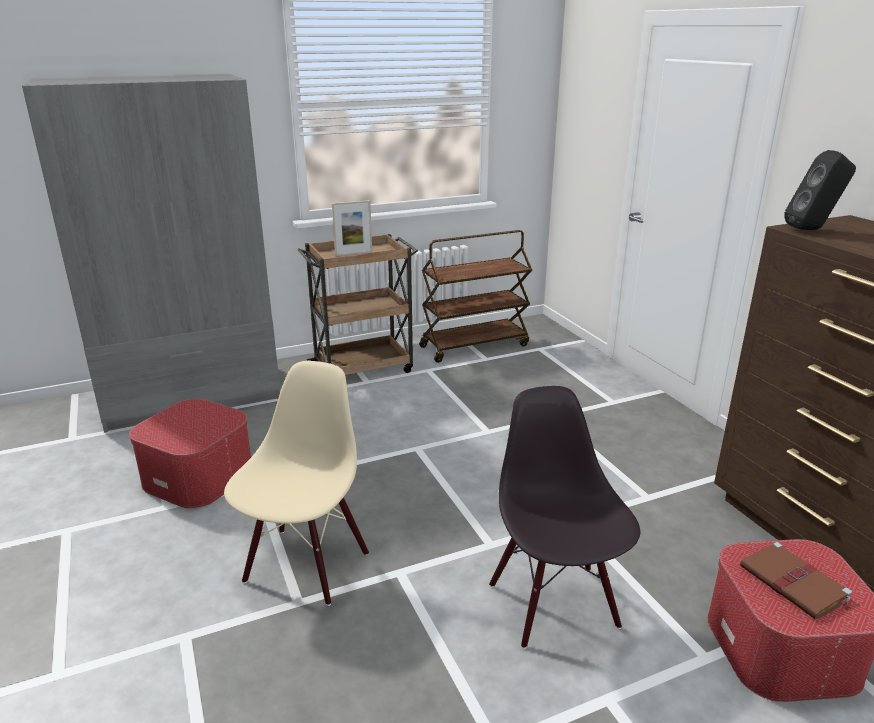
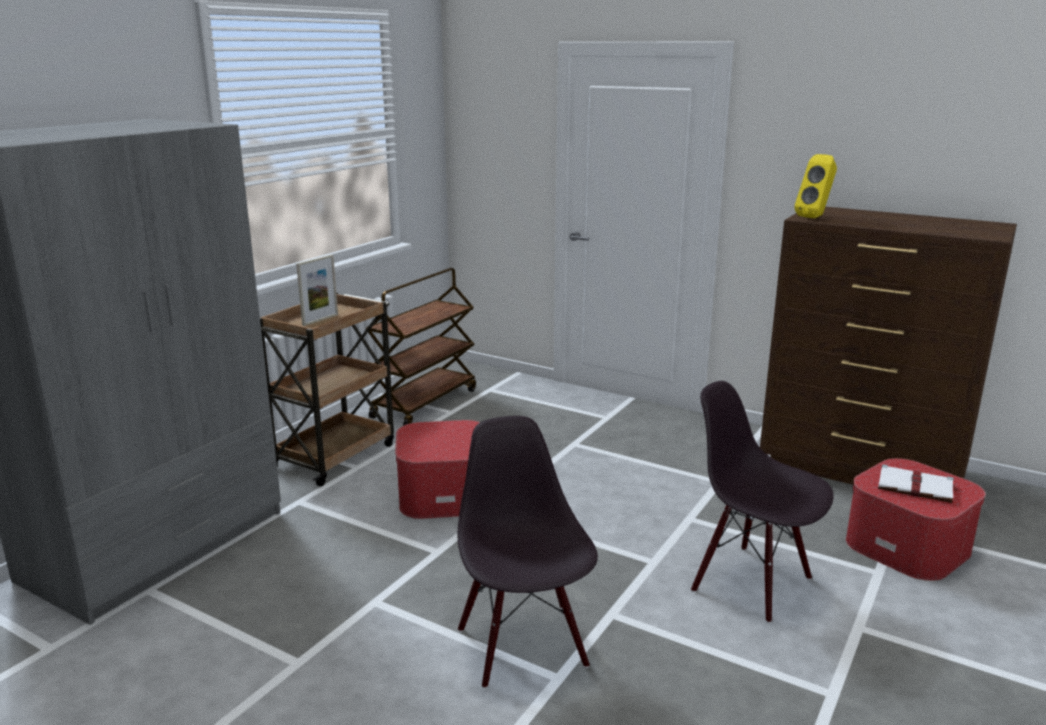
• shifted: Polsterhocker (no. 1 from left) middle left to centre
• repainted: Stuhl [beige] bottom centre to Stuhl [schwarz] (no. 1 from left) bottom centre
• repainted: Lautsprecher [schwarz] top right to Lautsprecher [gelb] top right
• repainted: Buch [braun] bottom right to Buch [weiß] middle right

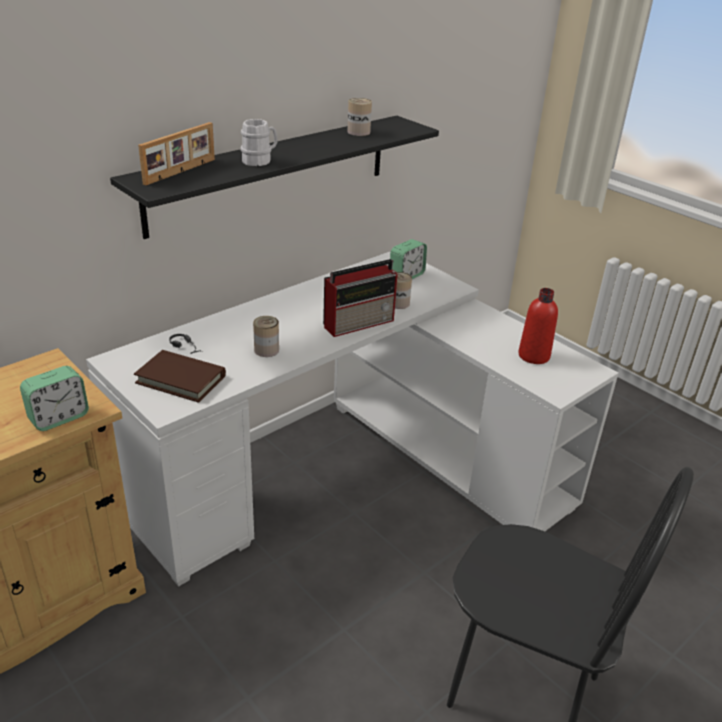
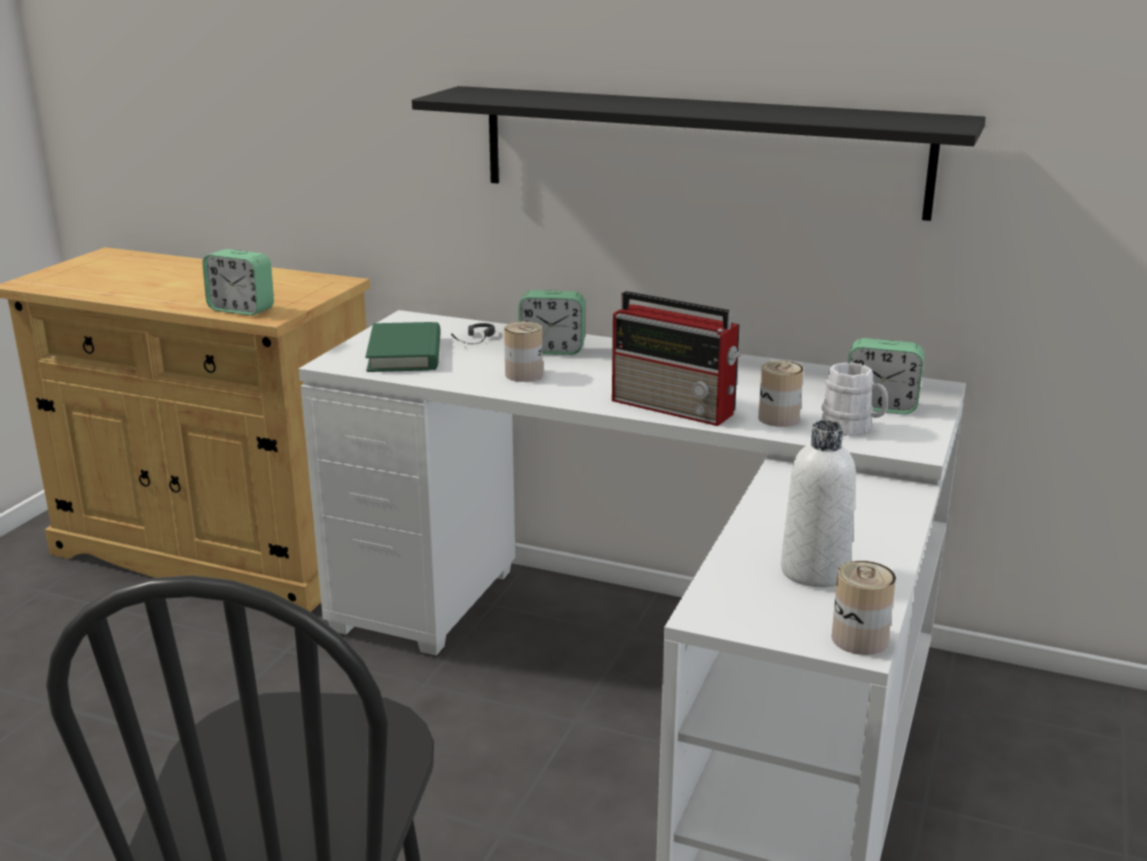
• repainted: Buch [braun] middle left to Buch [grün] centre
• new: Wecker (no. 2 from left) centre
• repainted: Flasche [rot] middle right to Flasche [weiß] middle right
• shifted: Henkelbecher [weiß] top centre to middle right
• shifted: Dose (no. 2 from left in the first image) top centre to Dose (no. 3 from left) bottom right
• gone: Bilderrahmen top left

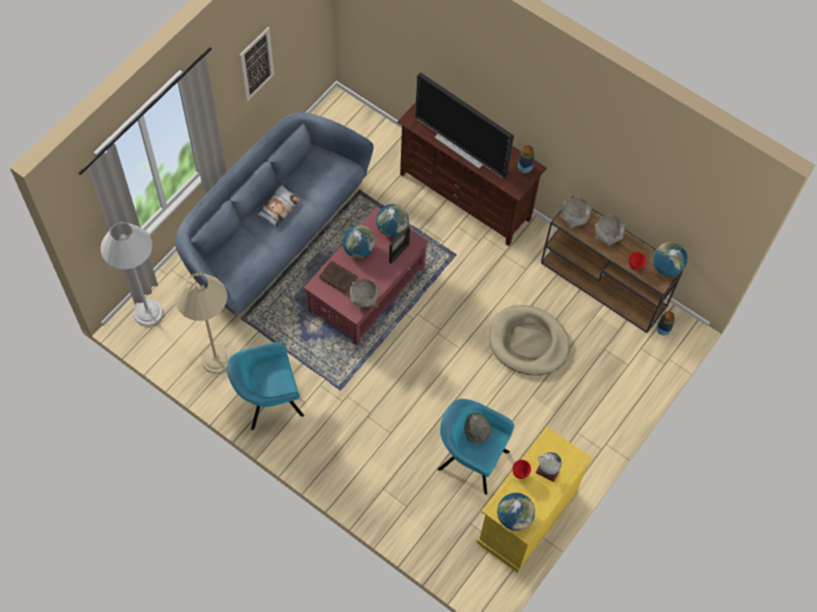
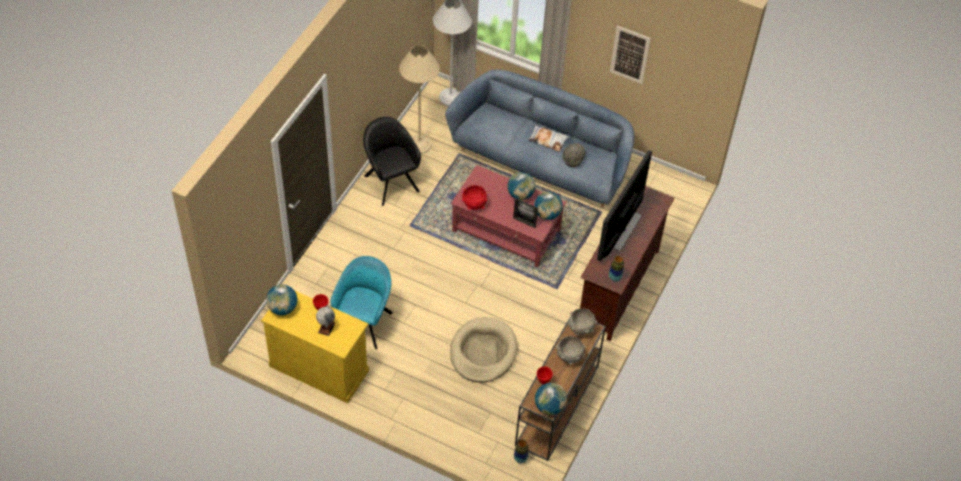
• repainted: Sessel [türkis] (no. 1 from left) middle left to Sessel [schwarz] centre
• repainted: Schüssel [grau] (no. 1 from left) centre to Schüssel [rot] (no. 2 from left) centre
• shifted: Hut [grau] bottom centre to top centre
• gone: Buch [braun] centre

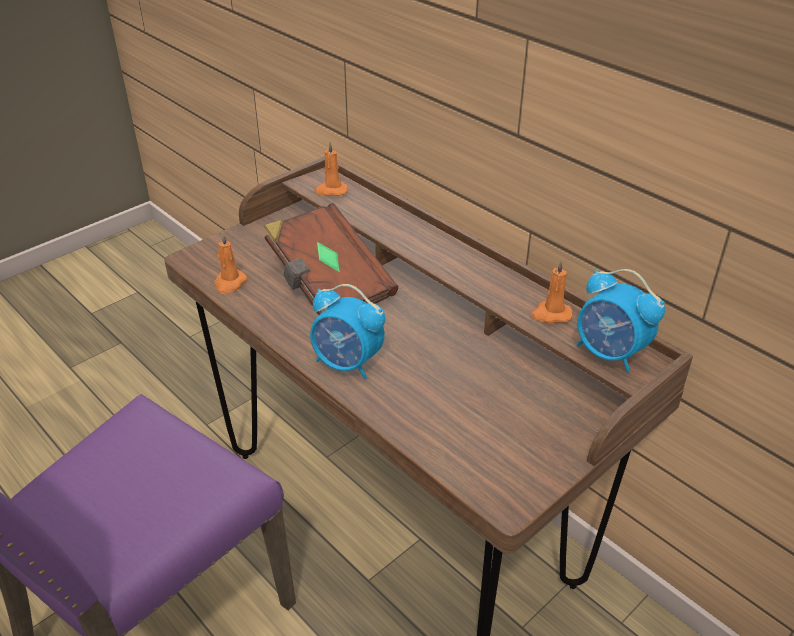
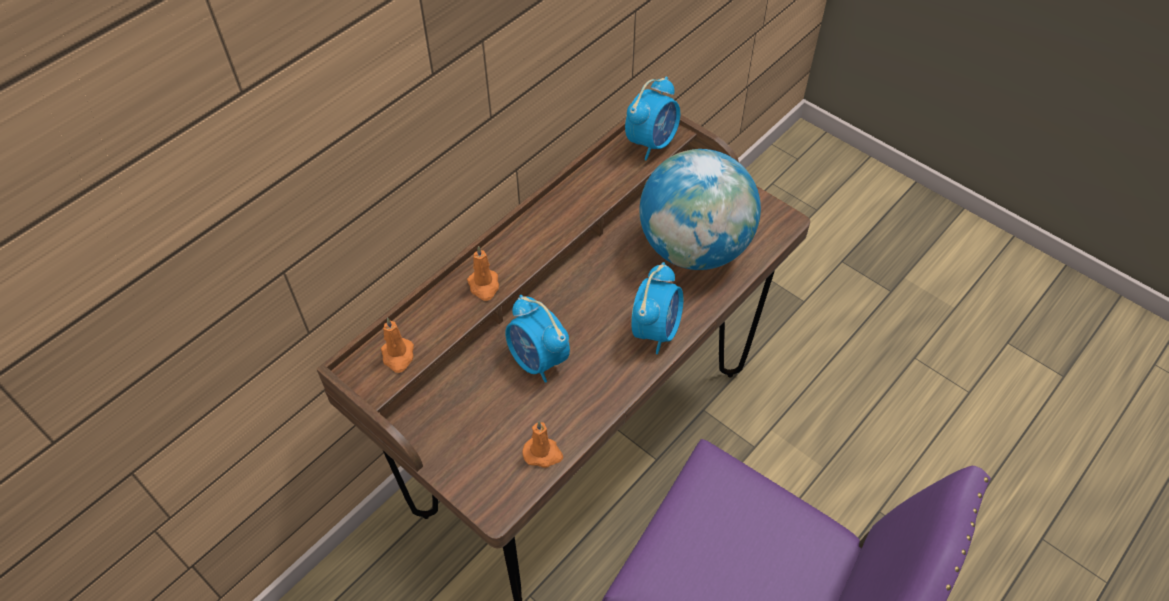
• shifted: Kerze [orange] (no. 3 from left in the first image) middle right to Kerze [orange] (no. 2 from left) centre
• swapped: Buch [braun] centre to Wecker (no. 1 from left) centre
• new: Globus centre

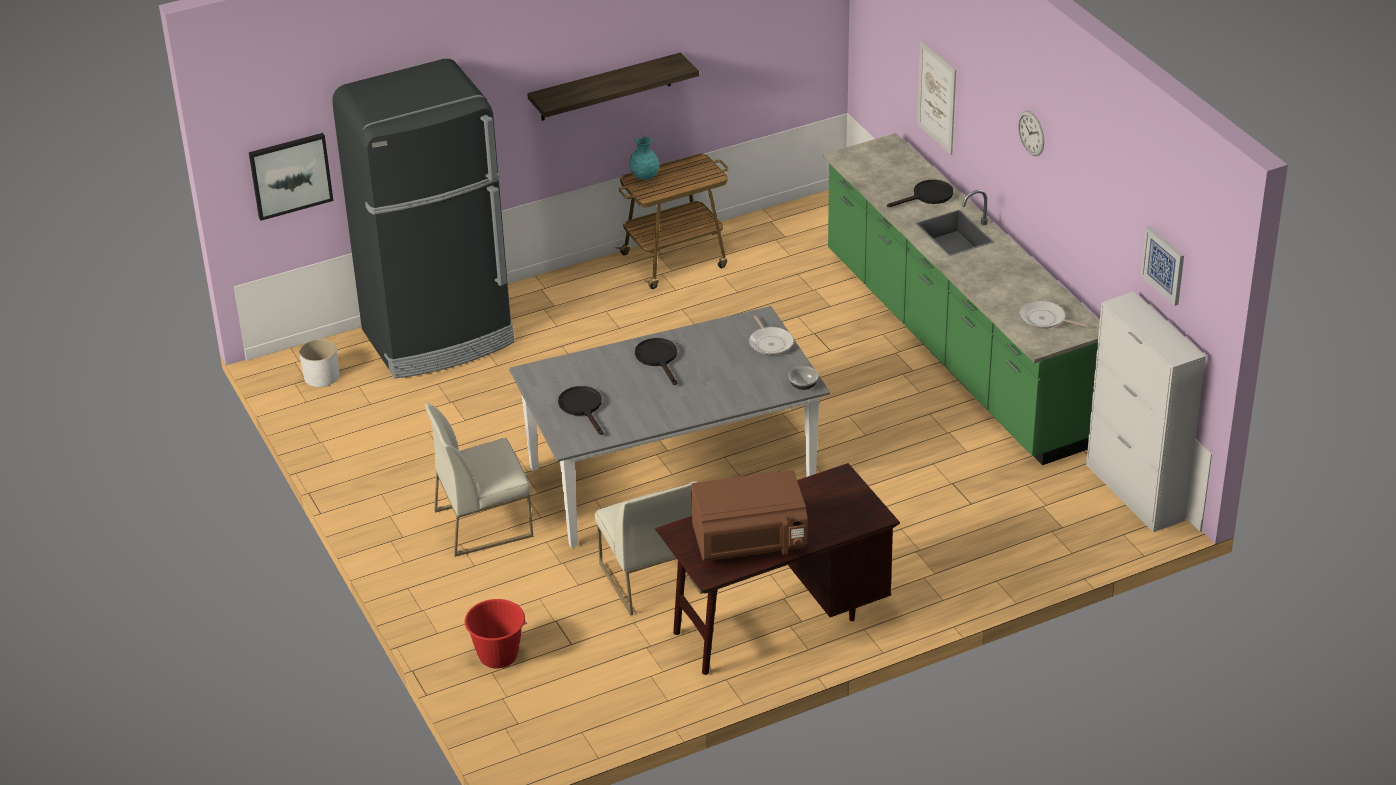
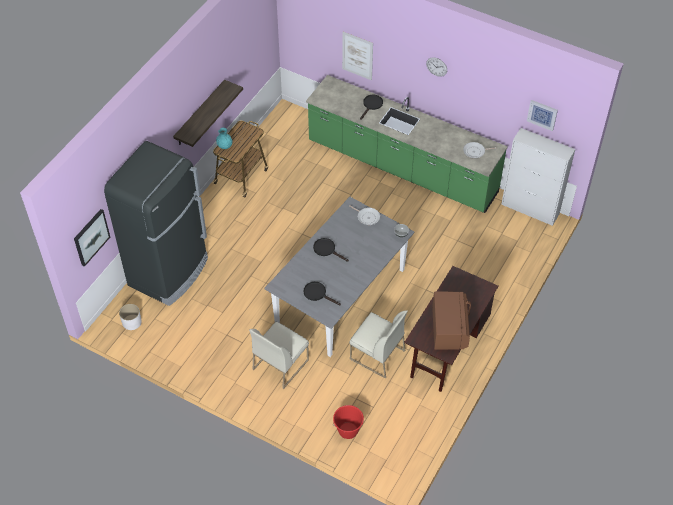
• rotated: Mikrowelle [braun] centre = middle right 45 degrees counterclockwise

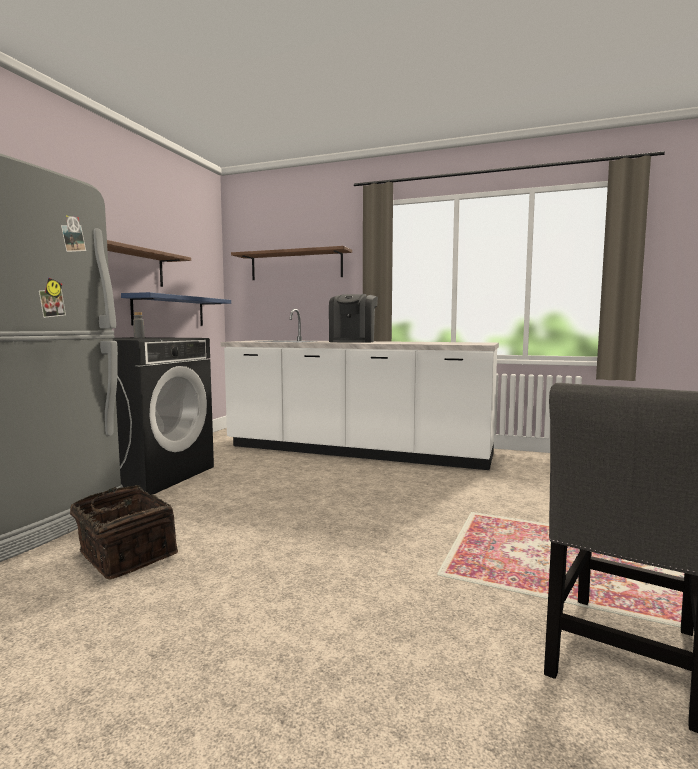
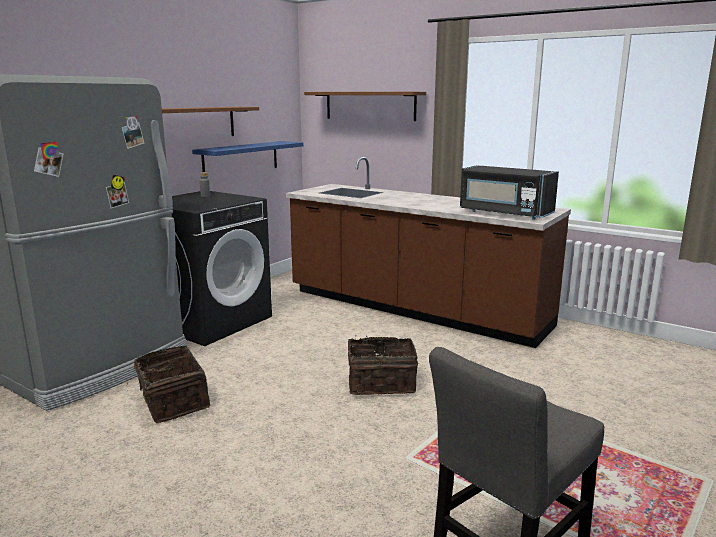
• repainted: Küchenzeile [weiß] centre to Küchenzeile [braun] centre
• new: Korb (no. 2 from left) bottom centre
• new: Mikrowelle [schwarz] middle right
• gone: Kaffeemaschine centre

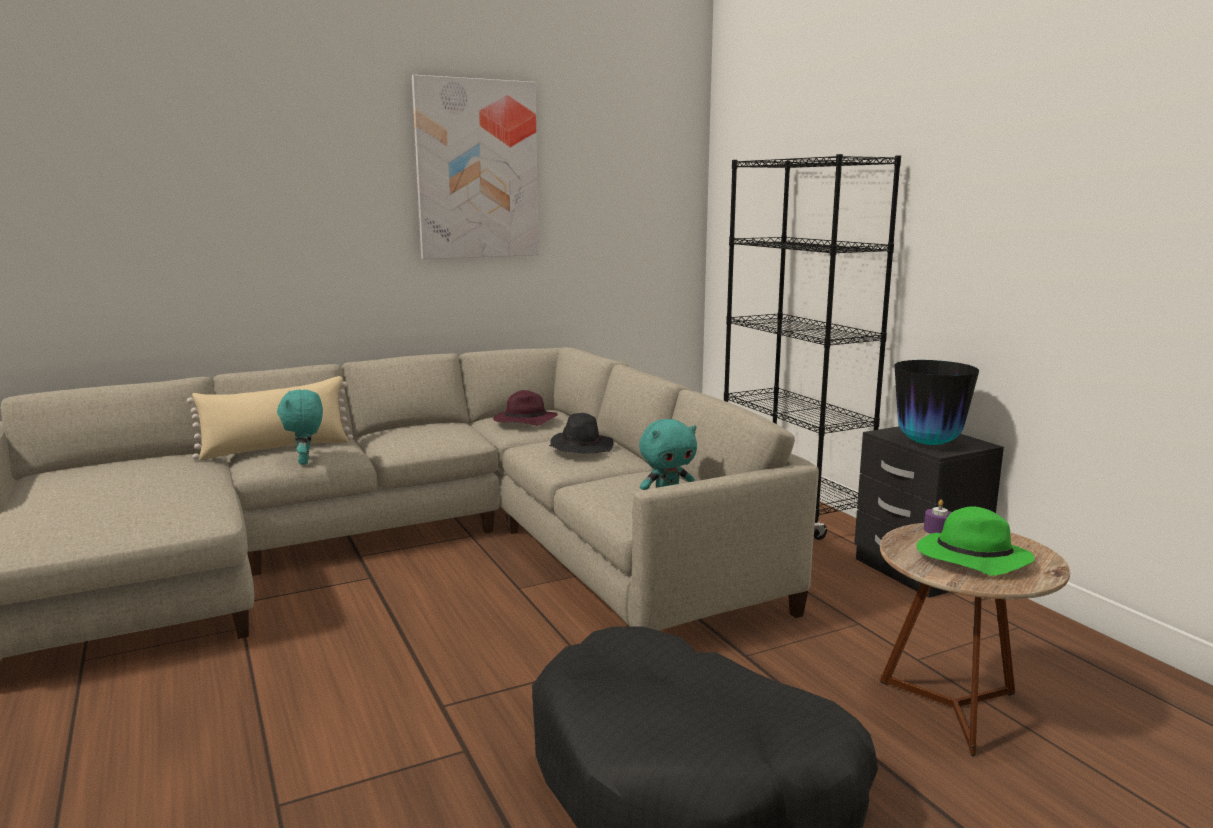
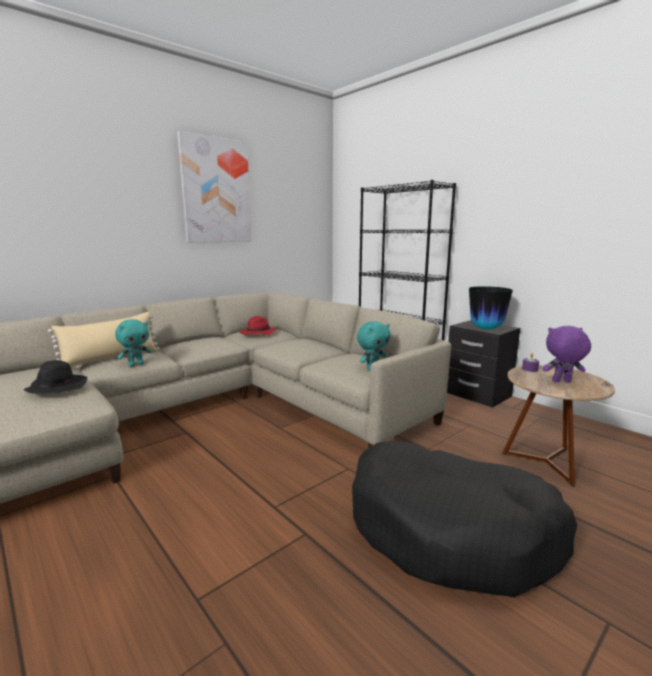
• shifted: Hut [schwarz] centre to middle left
• rotated: Plüschtier [türkis] (no. 1 from left) middle left = middle left 105 degrees counterclockwise
• repainted: Hut [lila] centre to Hut [rot] centre
• swapped: Hut [grün] middle right to Plüschtier [lila] middle right

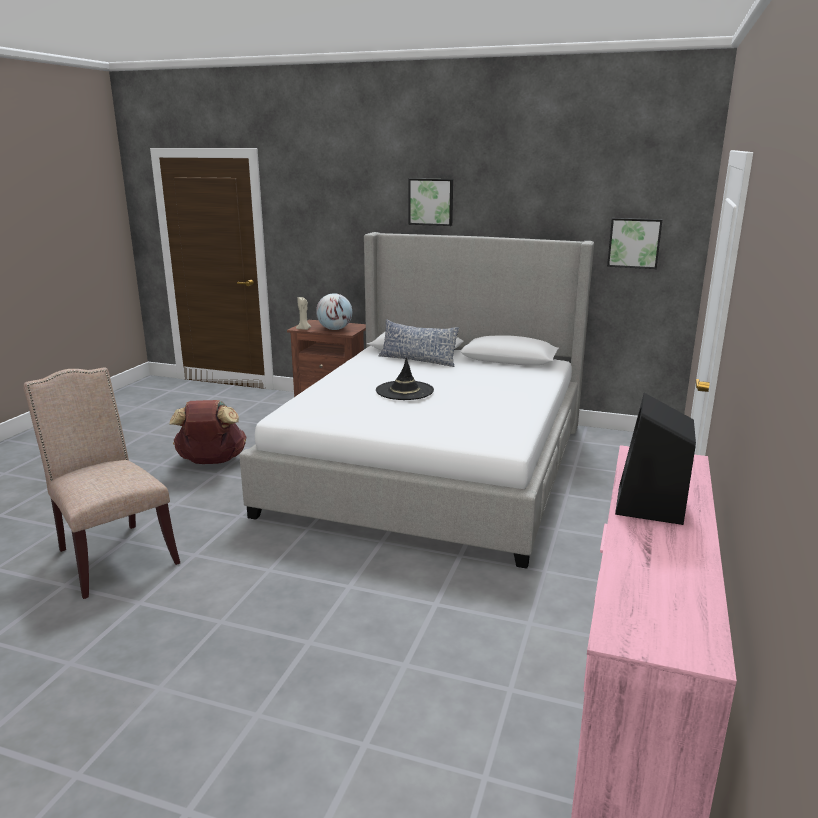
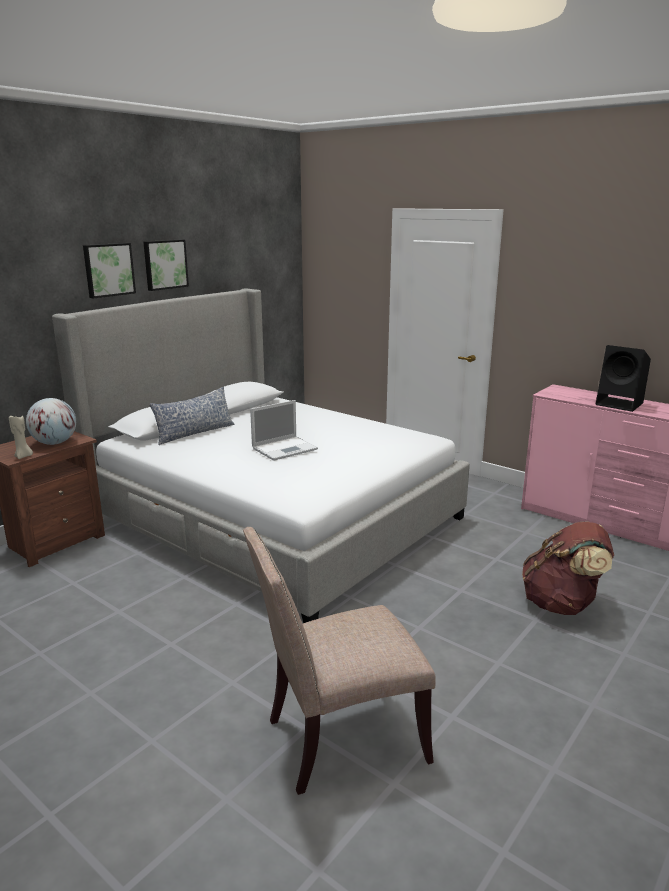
• shifted: Bild (no. 2 from left) top right to top left
• swapped: Hut [schwarz] centre to Laptop centre
• shifted: Rucksack [braun] middle left to middle right

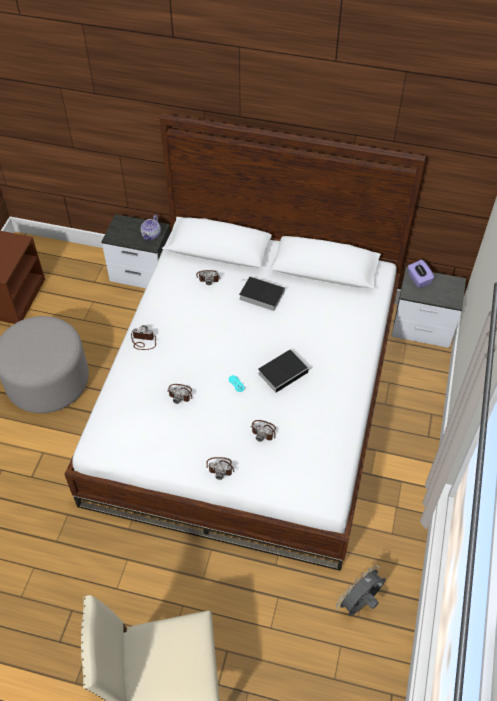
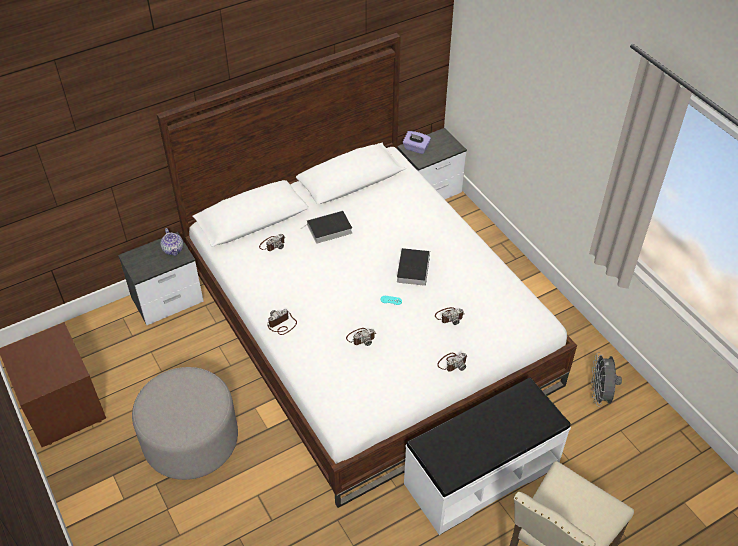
• new: Bank [weiß] bottom centre

